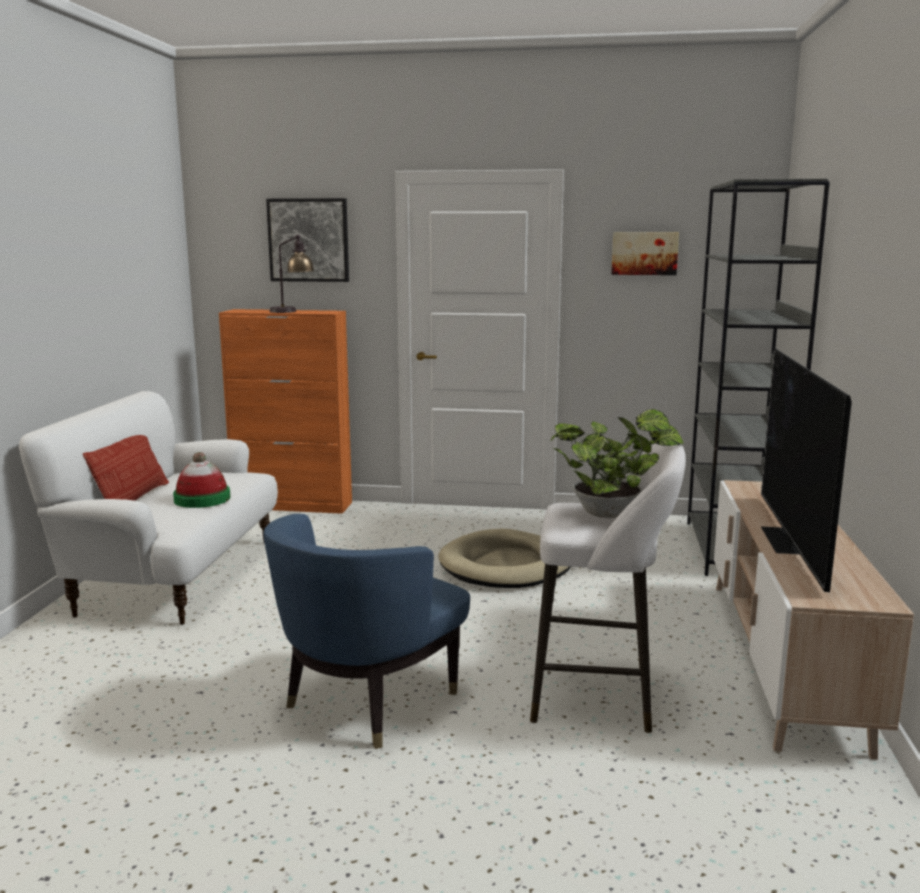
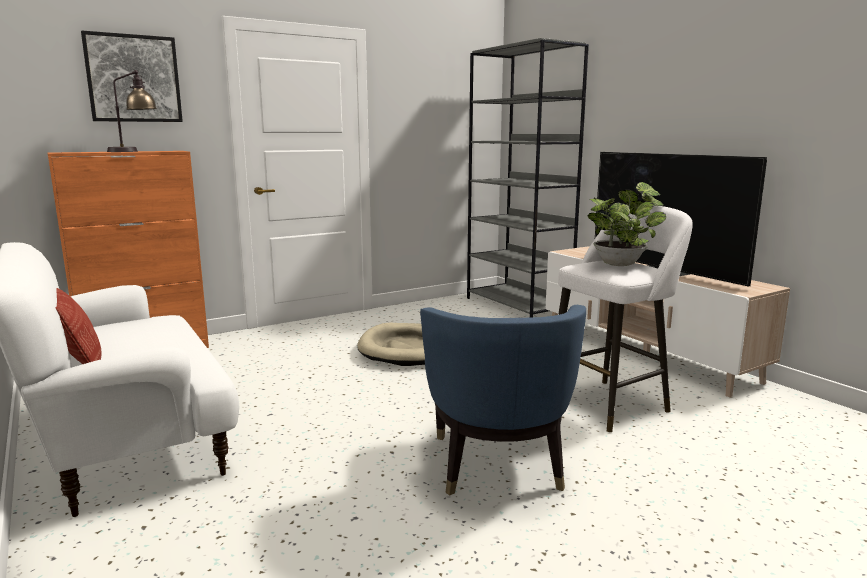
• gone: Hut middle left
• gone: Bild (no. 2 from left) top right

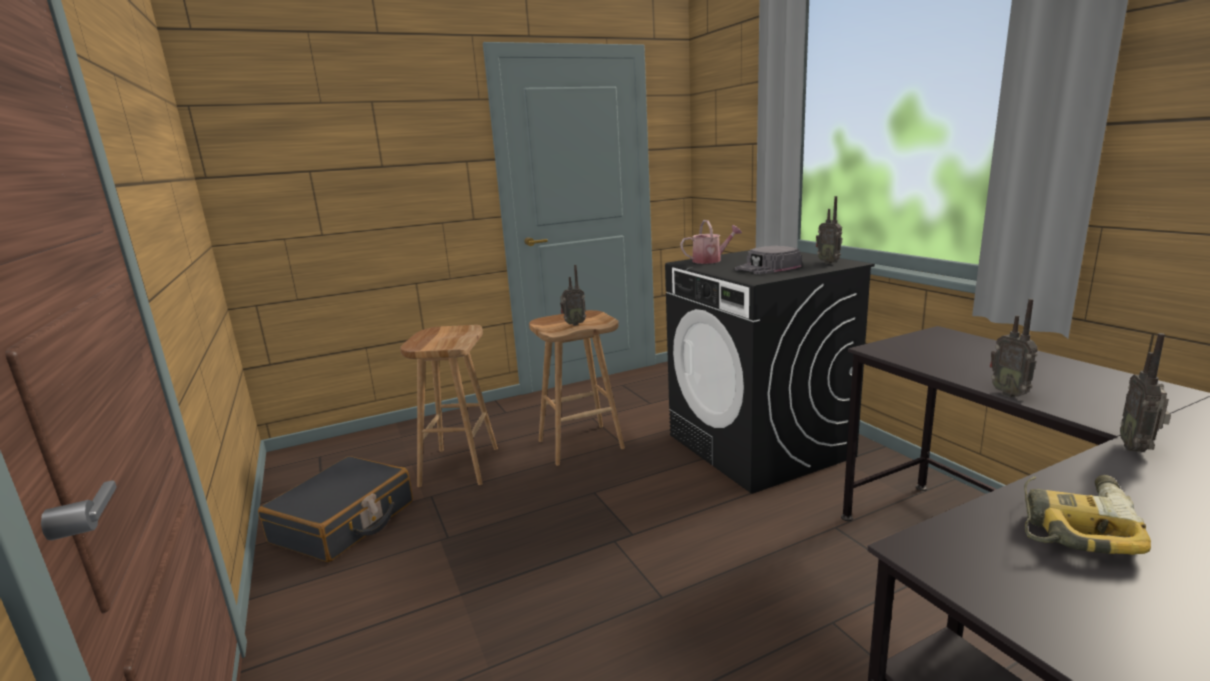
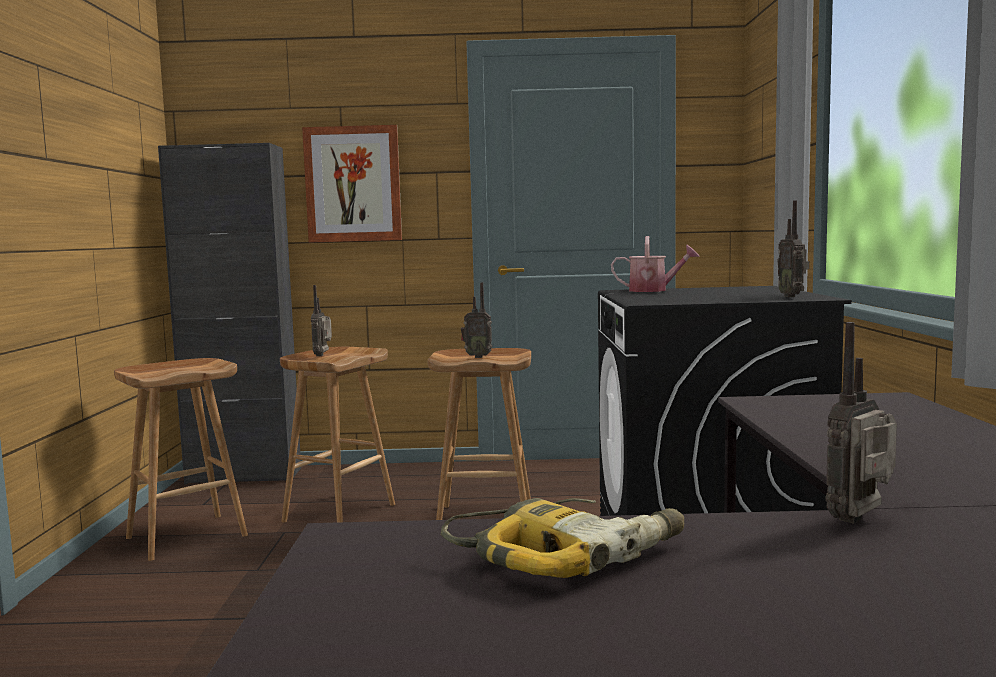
• swapped: Koffer [schwarz] bottom left to Hocker [braun] (no. 1 from left) bottom left
• new: Schrank [schwarz] middle left
• new: Bild top centre
• shifted: Radio (no. 3 from left in the first image) middle right to Radio (no. 1 from left) middle left
• gone: Kappe [grau] centre

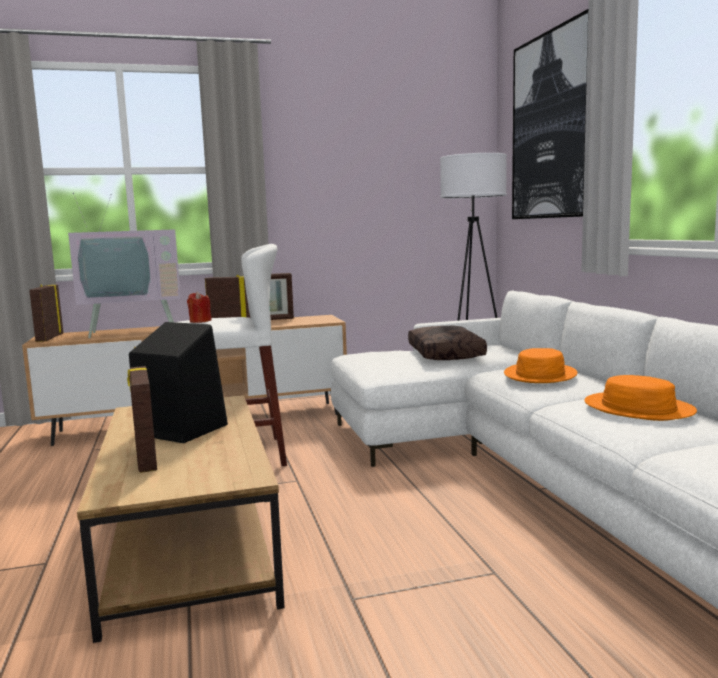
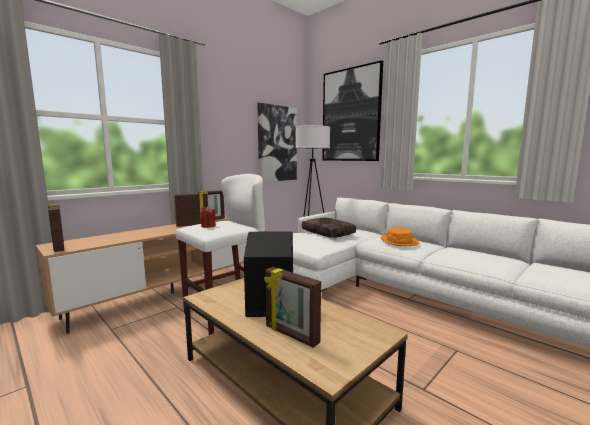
• new: Bild (no. 1 from left) centre
• gone: Fernseher middle left
• gone: Hut [orange] (no. 2 from left) middle right

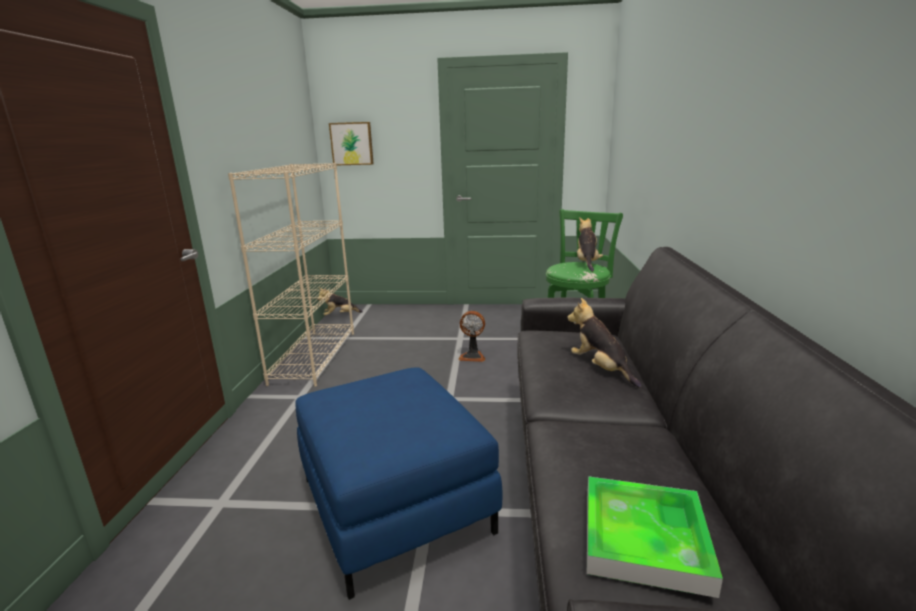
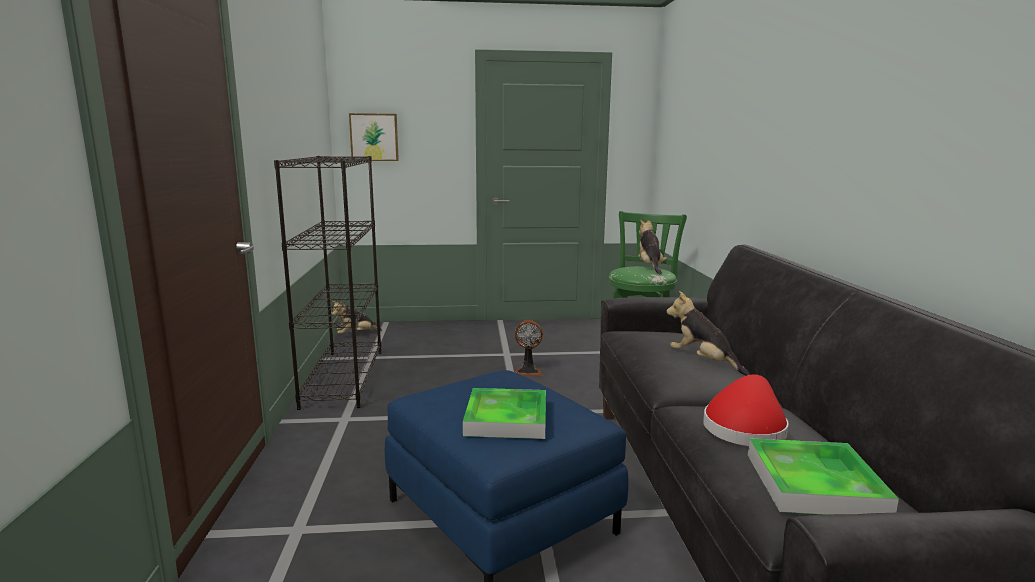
• repainted: Bücherregal [beige] middle left to Bücherregal [schwarz] middle left
• new: Tablett (no. 1 from left) bottom centre
• new: Hut [rot] bottom right

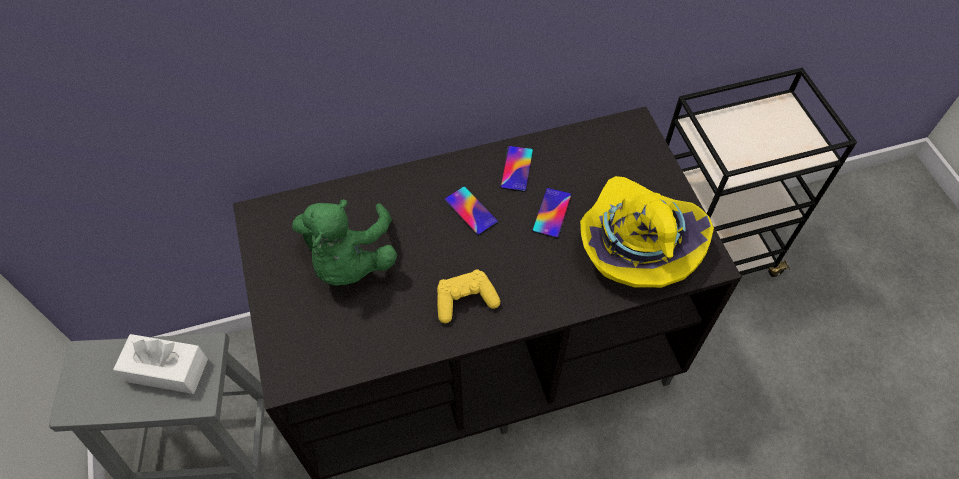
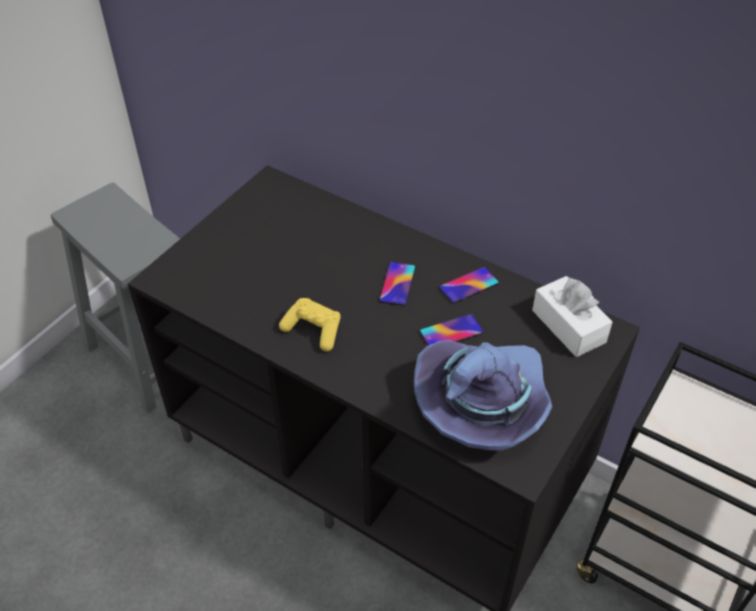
• repainted: Hut [gelb] middle right to Hut [lila] centre
• shifted: Taschentuchbox [weiß] bottom left to middle right
• gone: Plüschtier [grün] centre

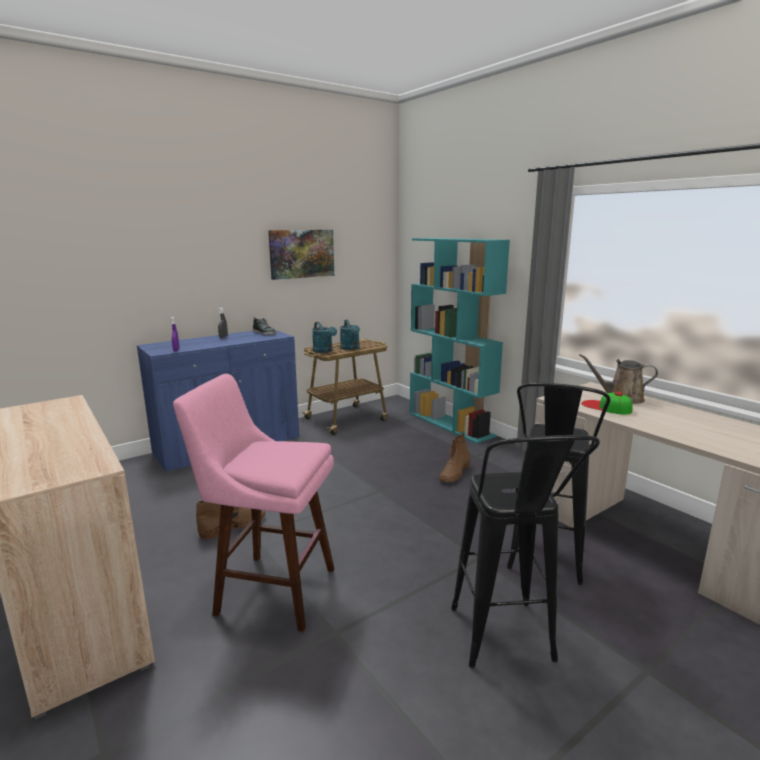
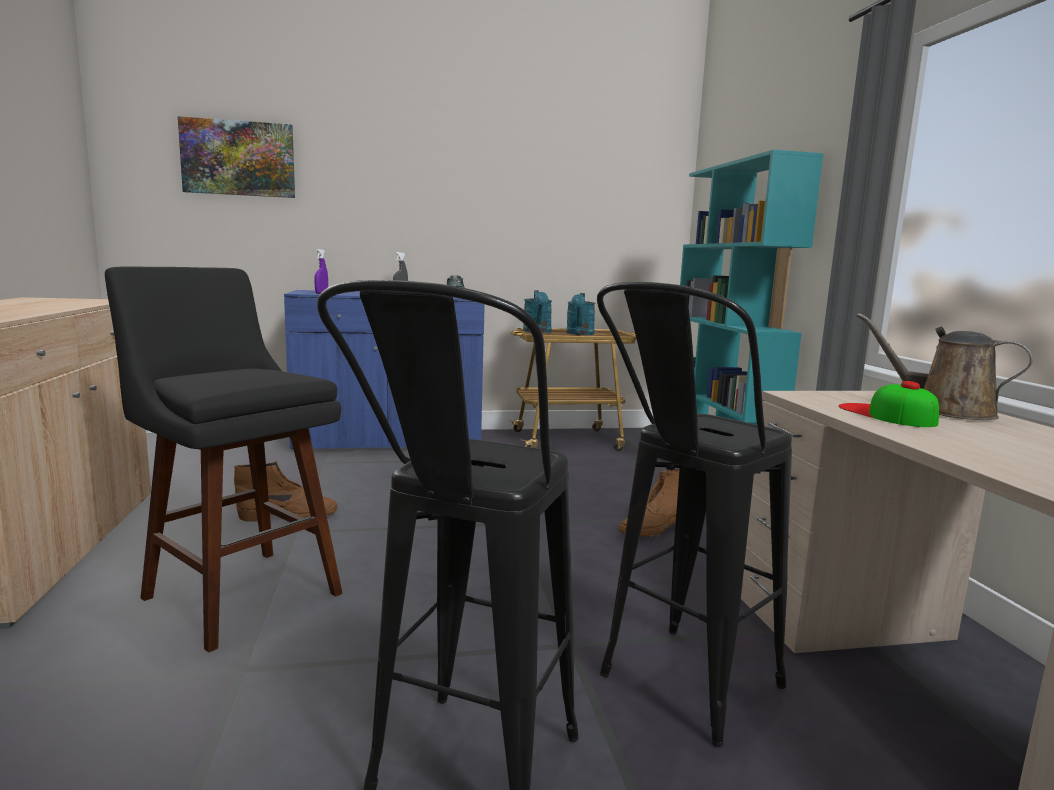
• repainted: Hocker [rosa] middle left to Hocker [schwarz] (no. 1 from left) middle left
• shifted: Bild centre to top left

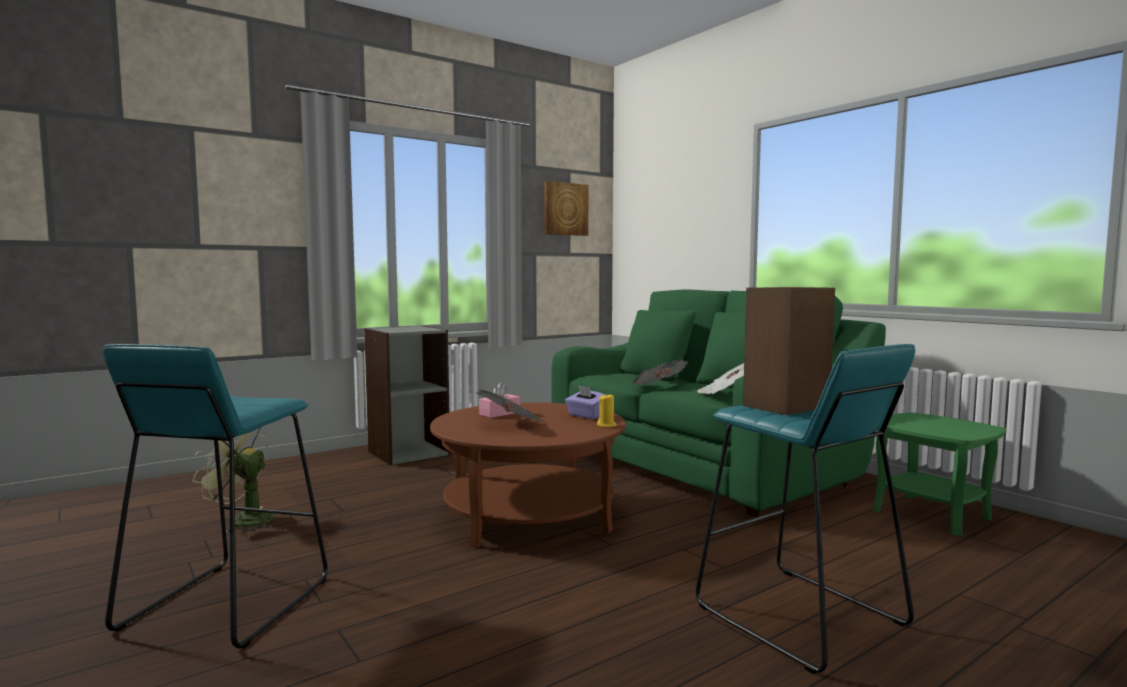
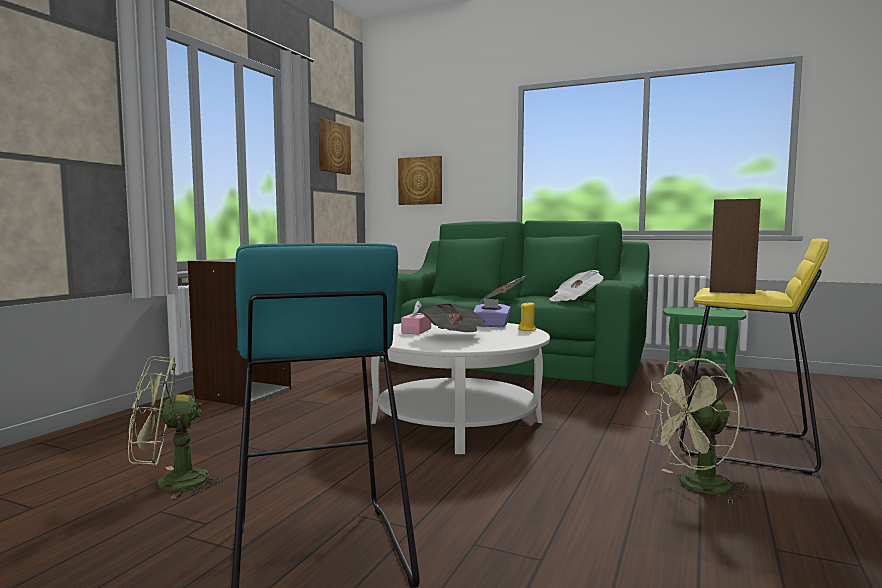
• repainted: Couchtisch [braun] bottom centre to Couchtisch [weiß] centre
• new: Bild (no. 2 from left) top centre
• new: Ventilator [grün] (no. 2 from left) bottom right
• repainted: Hocker [türkis] (no. 2 from left) bottom right to Hocker [gelb] middle right

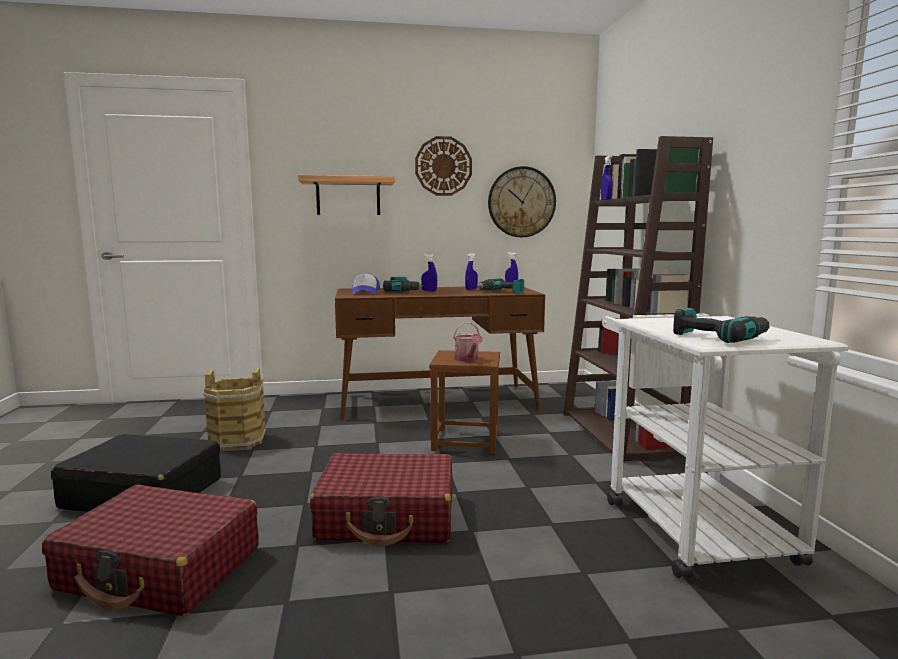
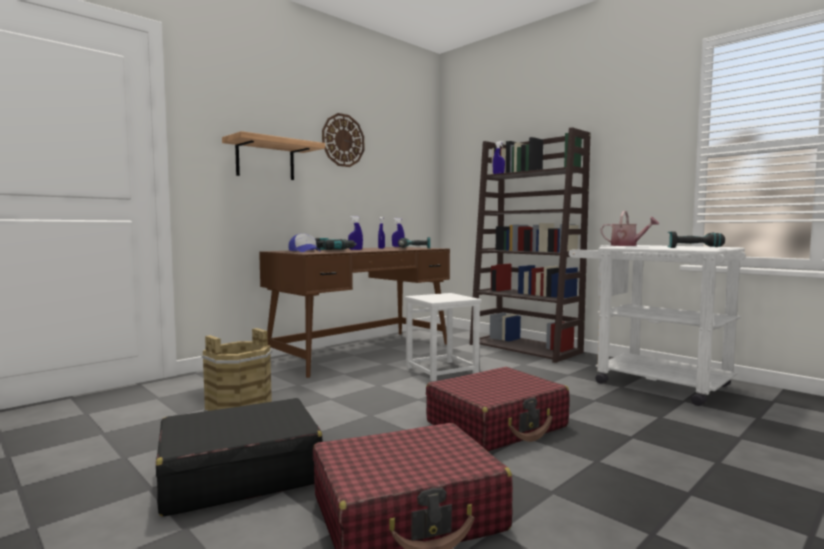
• repainted: Hocker [braun] centre to Hocker [weiß] centre
• shifted: Gießkanne centre to middle right
• gone: Wanduhr (no. 2 from left) top centre

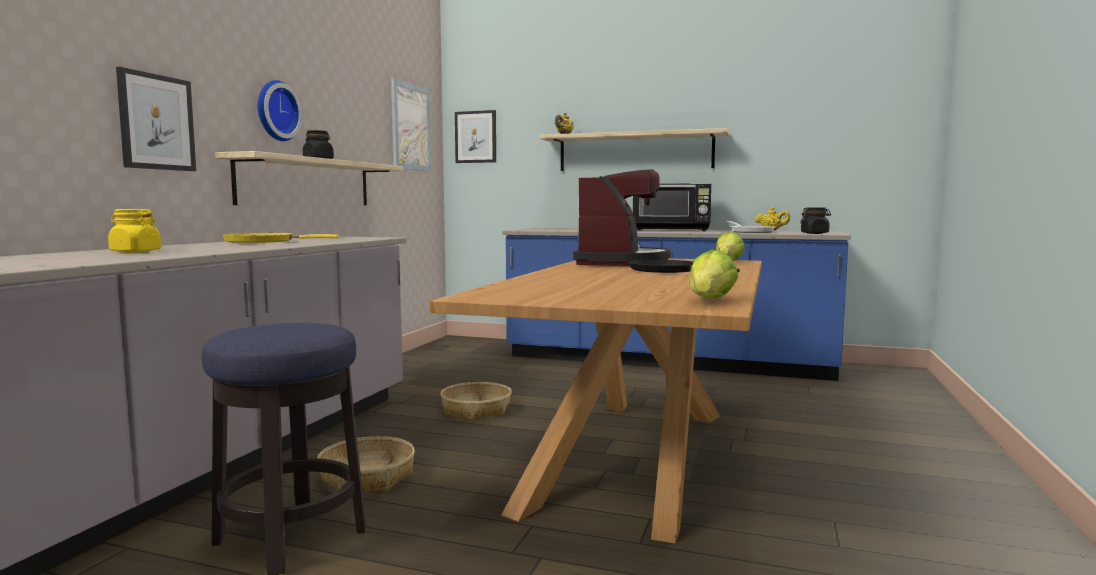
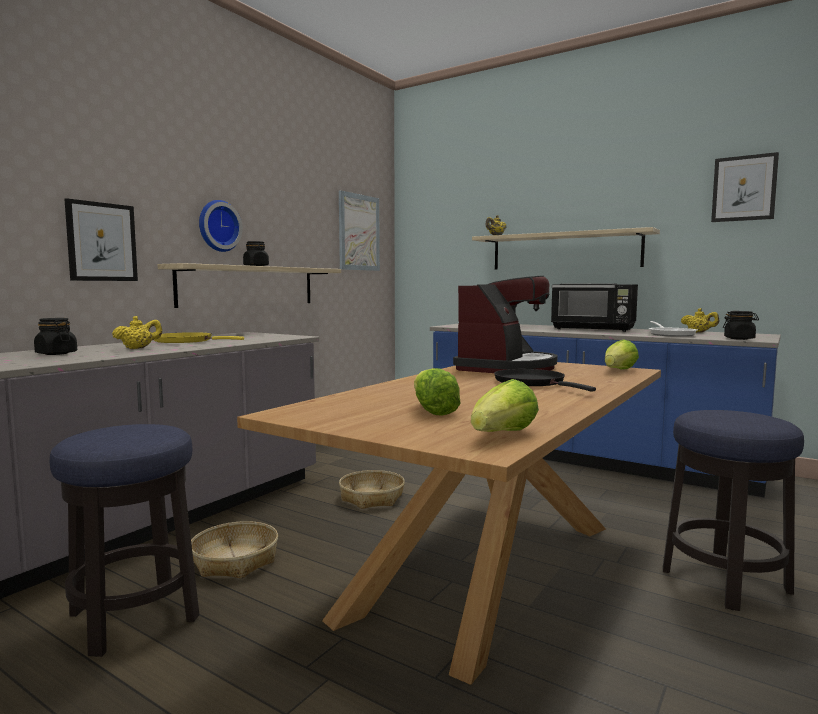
• repainted: Vorratsglas [gelb] middle left to Vorratsglas [schwarz] (no. 1 from left) middle left
• new: Teekanne [gelb] (no. 1 from left) middle left
• new: Salatkopf (no. 1 from left) centre
• new: Hocker (no. 2 from left) bottom right
• shifted: Bild (no. 3 from left) top centre to top right

